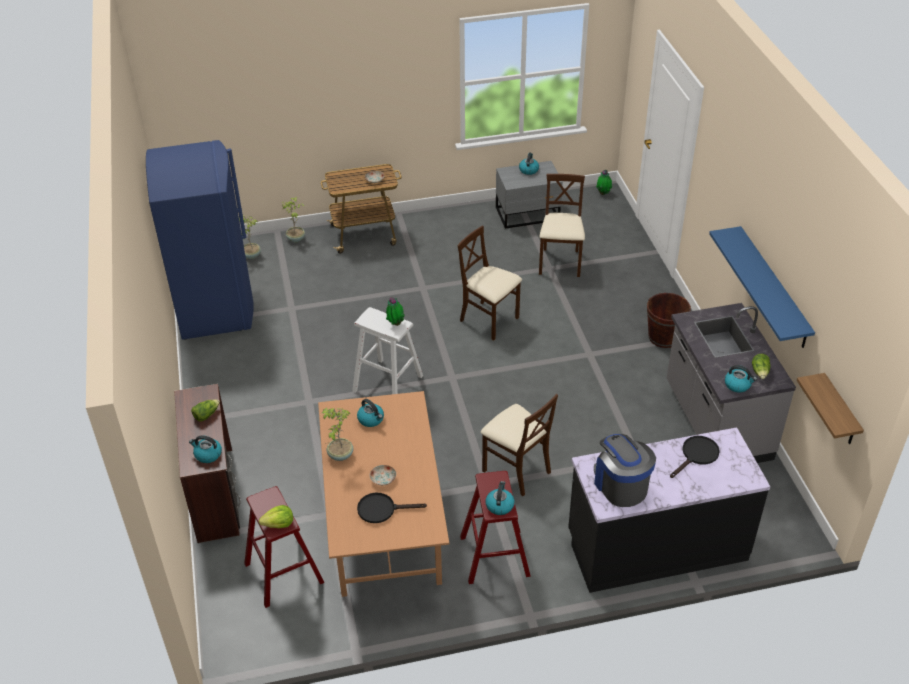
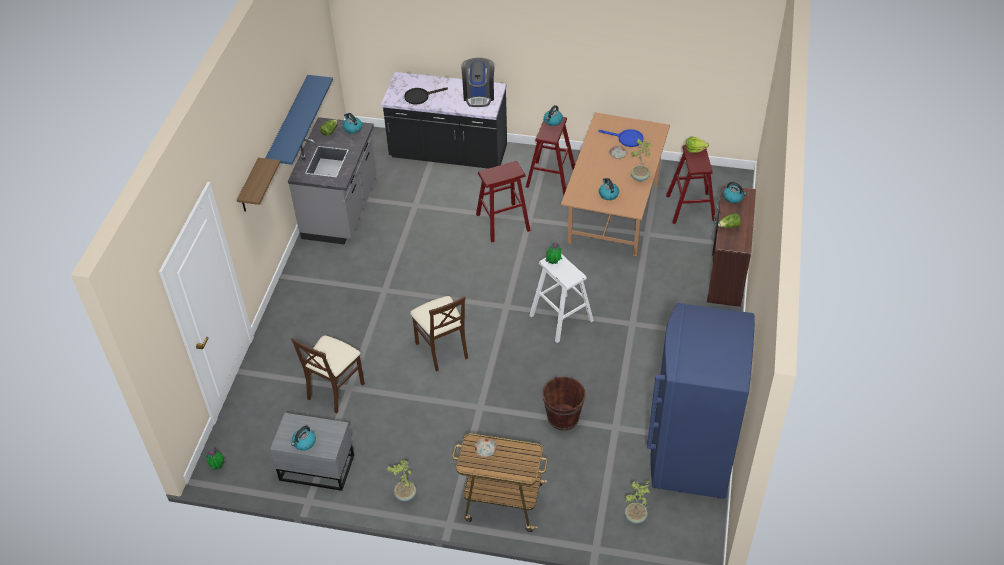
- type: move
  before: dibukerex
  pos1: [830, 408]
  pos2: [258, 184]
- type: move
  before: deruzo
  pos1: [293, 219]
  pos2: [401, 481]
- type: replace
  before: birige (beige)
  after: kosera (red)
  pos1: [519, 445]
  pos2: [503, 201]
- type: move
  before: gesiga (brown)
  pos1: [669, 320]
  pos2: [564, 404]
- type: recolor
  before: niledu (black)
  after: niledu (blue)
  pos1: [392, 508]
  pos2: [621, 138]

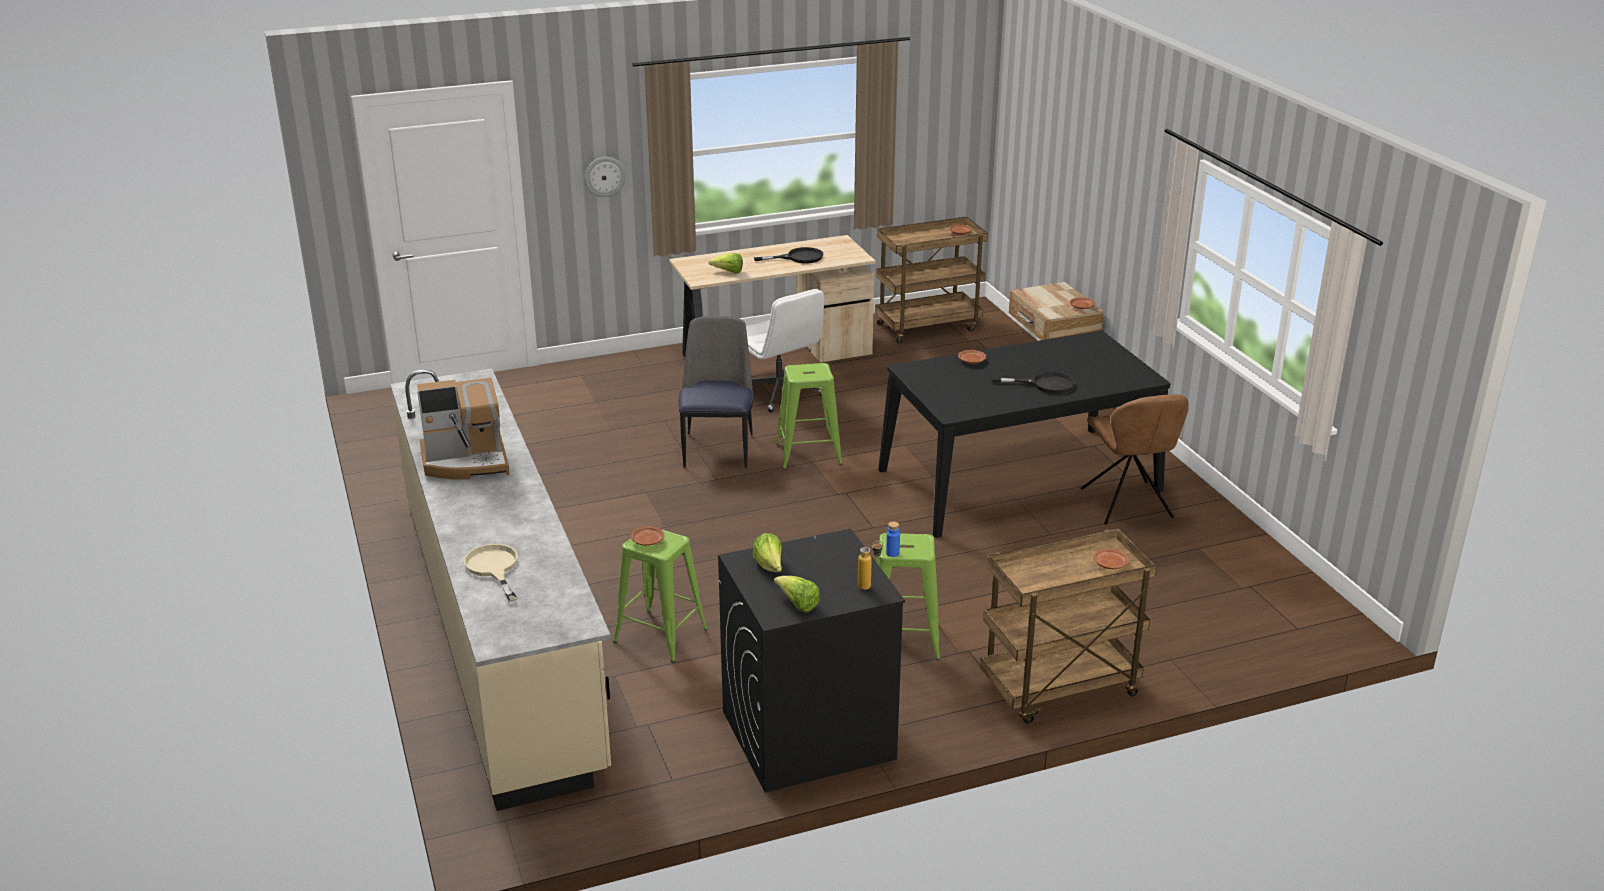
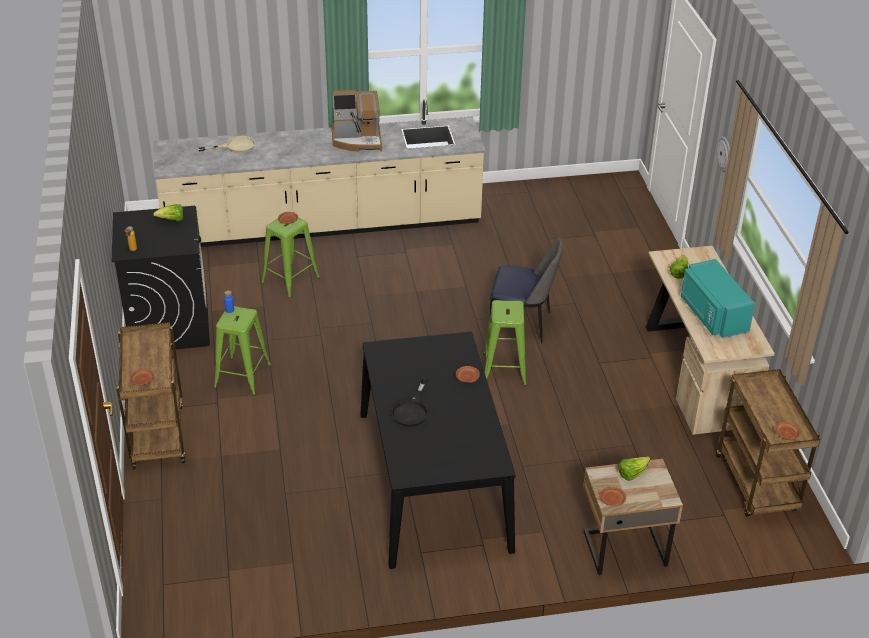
- type: rotate
  before: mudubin
  pos1: [463, 429]
  pos2: [356, 120]
  turn: -90
- type: move
  before: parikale
  pos1: [797, 594]
  pos2: [634, 468]
- type: replace
  before: niledu (black)
  after: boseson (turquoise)
  pos1: [788, 255]
  pos2: [718, 298]
- type: delete
  before: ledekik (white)
  pos1: [785, 350]
- type: delete
  before: birige (brown)
  pos1: [1135, 459]

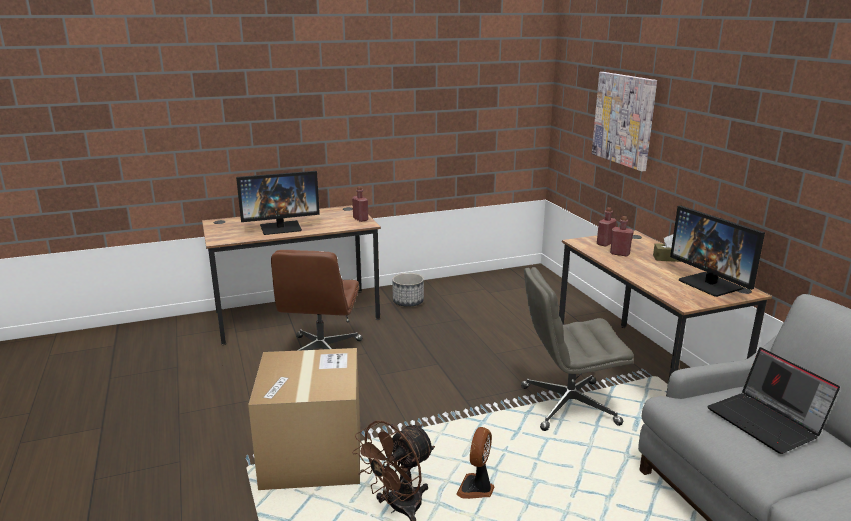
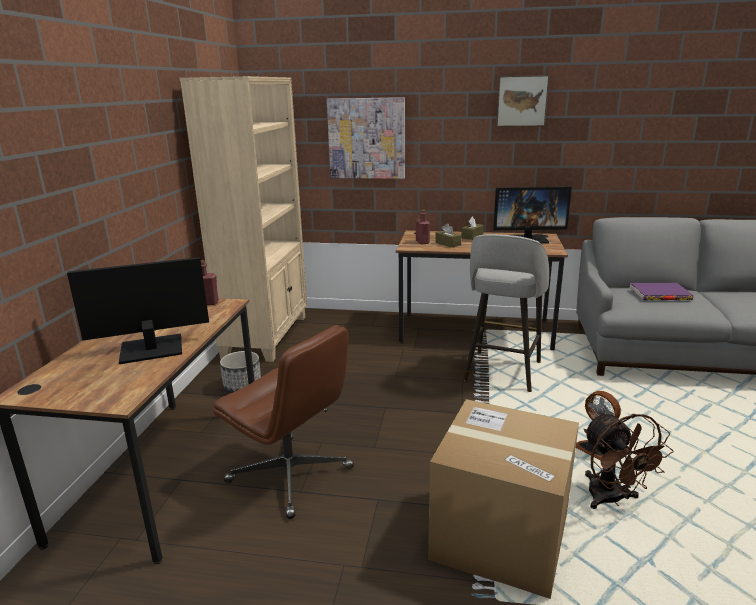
- type: rotate
  before: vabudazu
  pos1: [278, 203]
  pos2: [138, 310]
  turn: -120
- type: insert
  after: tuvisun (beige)
  pos2: [243, 219]
- type: replace
  before: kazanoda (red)
  after: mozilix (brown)
  pos1: [622, 236]
  pos2: [448, 235]
- type: replace
  before: ledekik (grey)
  after: kosera (grey)
  pos1: [577, 349]
  pos2: [506, 313]
- type: insert
  after: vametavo
  pos2: [522, 100]
- type: replace
  before: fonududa
  after: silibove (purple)
  pos1: [773, 400]
  pos2: [661, 291]

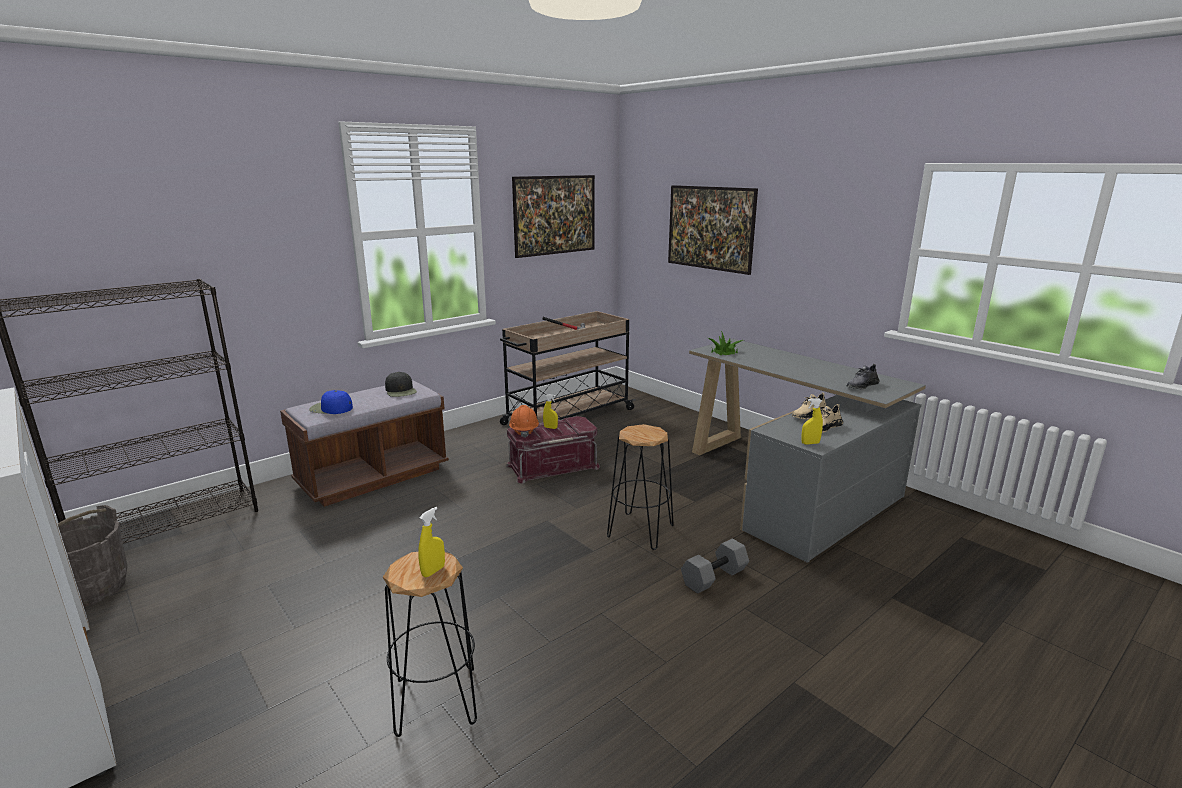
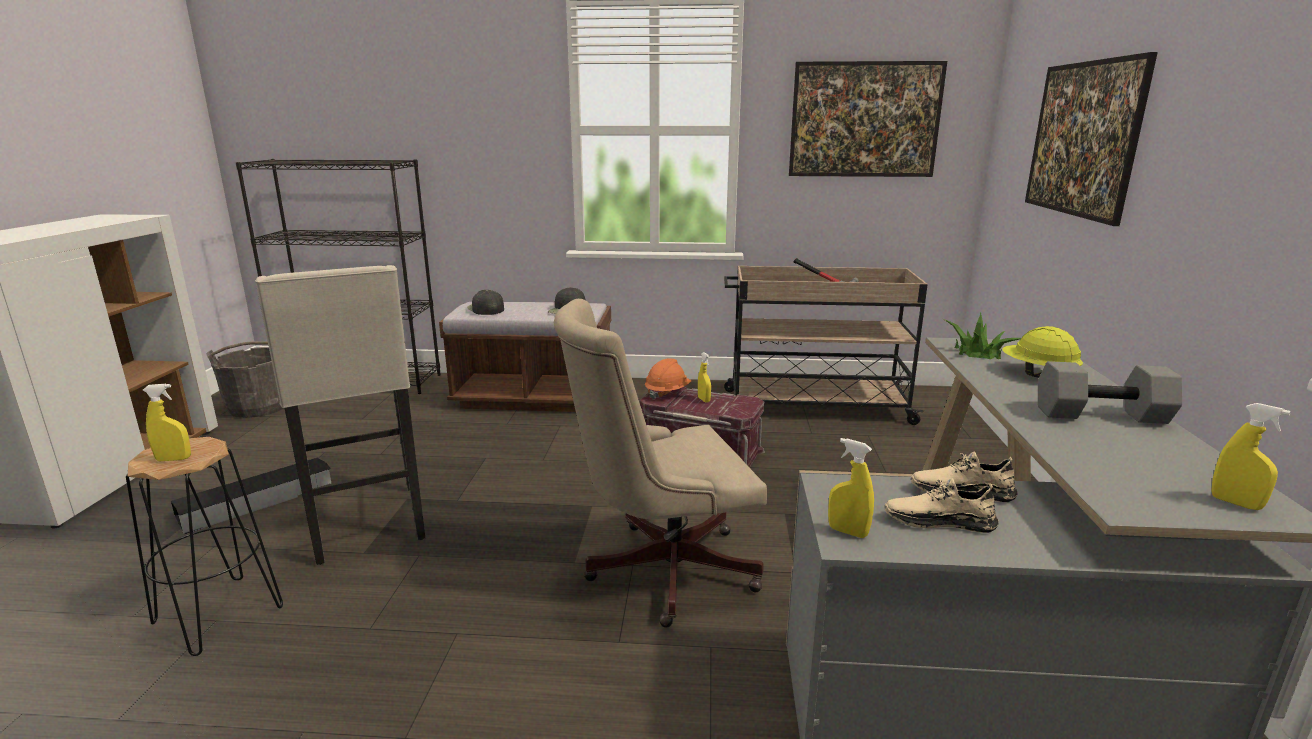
- type: insert
  after: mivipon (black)
  pos2: [251, 496]
- type: insert
  after: kosera (beige)
  pos2: [340, 415]
- type: recolor
  before: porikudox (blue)
  after: porikudox (black)
  pos1: [331, 402]
  pos2: [485, 302]
- type: replace
  before: kosera (black)
  after: ledekik (beige)
  pos1: [640, 487]
  pos2: [660, 463]
- type: insert
  after: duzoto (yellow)
  pos2: [1042, 352]
- type: move
  before: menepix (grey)
  pos1: [715, 566]
  pos2: [1110, 392]
- type: insert
  after: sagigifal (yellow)
  pos2: [1251, 456]
- type: delete
  before: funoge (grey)
  pos1: [863, 377]

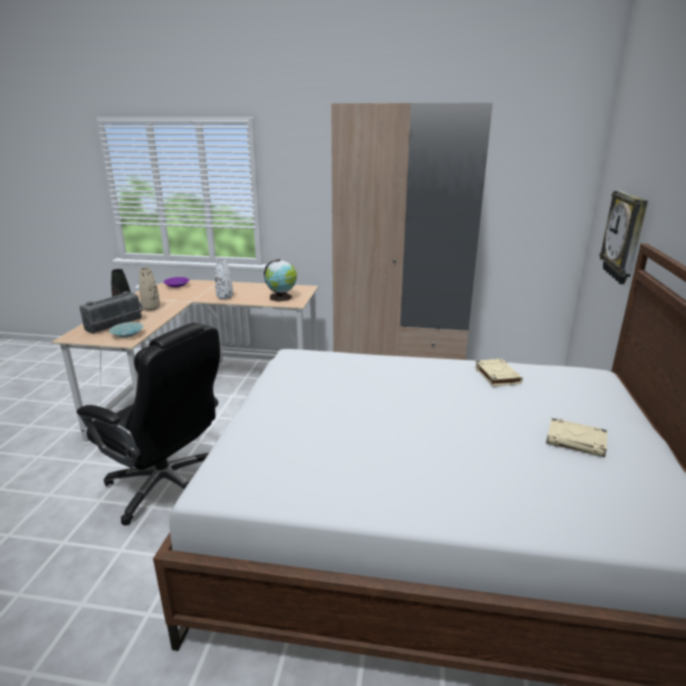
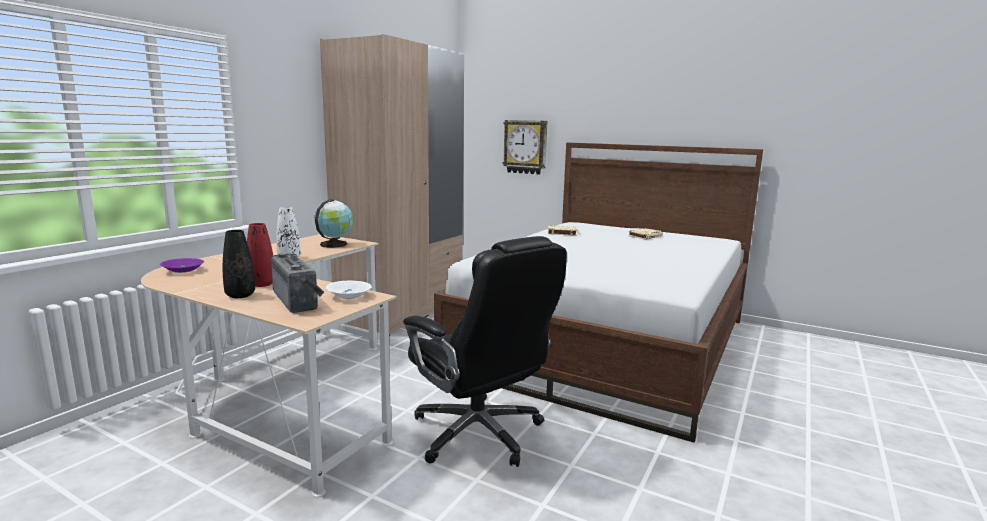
- type: recolor
  before: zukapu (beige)
  after: zukapu (red)
  pos1: [149, 289]
  pos2: [260, 255]
- type: recolor
  before: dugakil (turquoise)
  after: dugakil (white)
  pos1: [126, 330]
  pos2: [349, 290]
- type: rotate
  before: ledekik (black)
  pos1: [148, 424]
  pos2: [485, 351]
  turn: 90

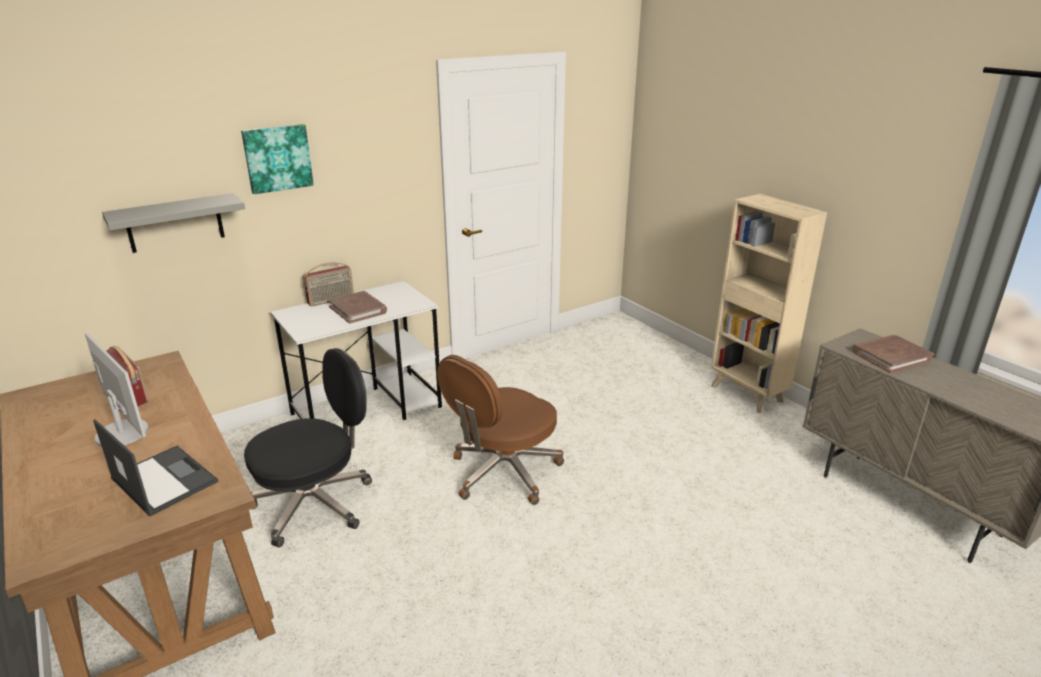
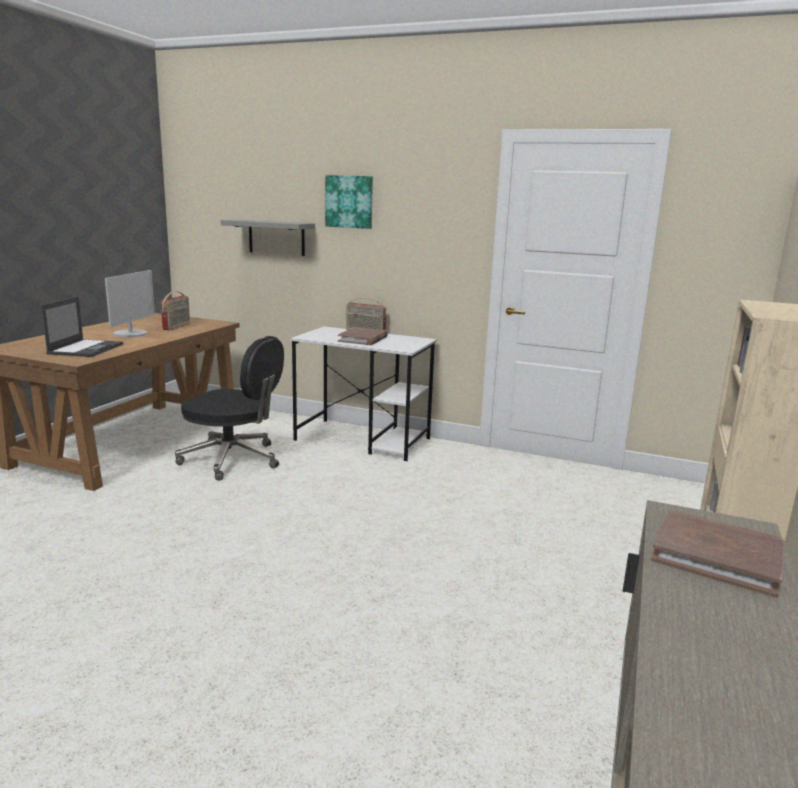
- type: delete
  before: ledekik (brown)
  pos1: [500, 430]

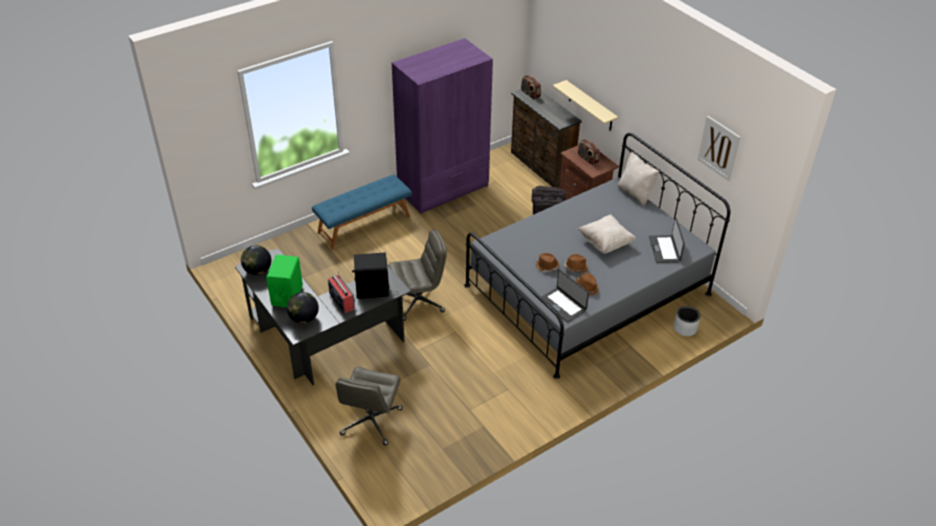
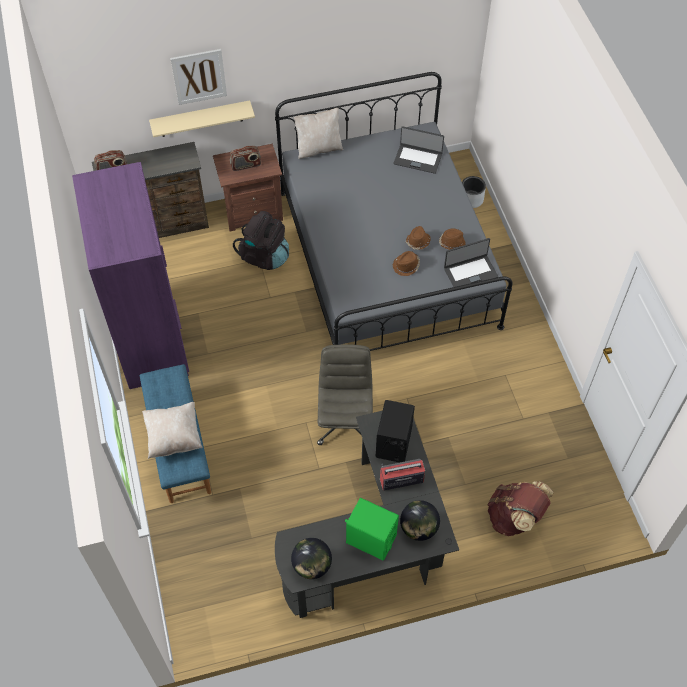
- type: move
  before: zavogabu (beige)
  pos1: [607, 234]
  pos2: [172, 430]
- type: move
  before: vametavo
  pos1: [719, 148]
  pos2: [198, 77]
- type: replace
  before: ledekik (grey)
  after: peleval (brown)
  pos1: [369, 406]
  pos2: [520, 508]

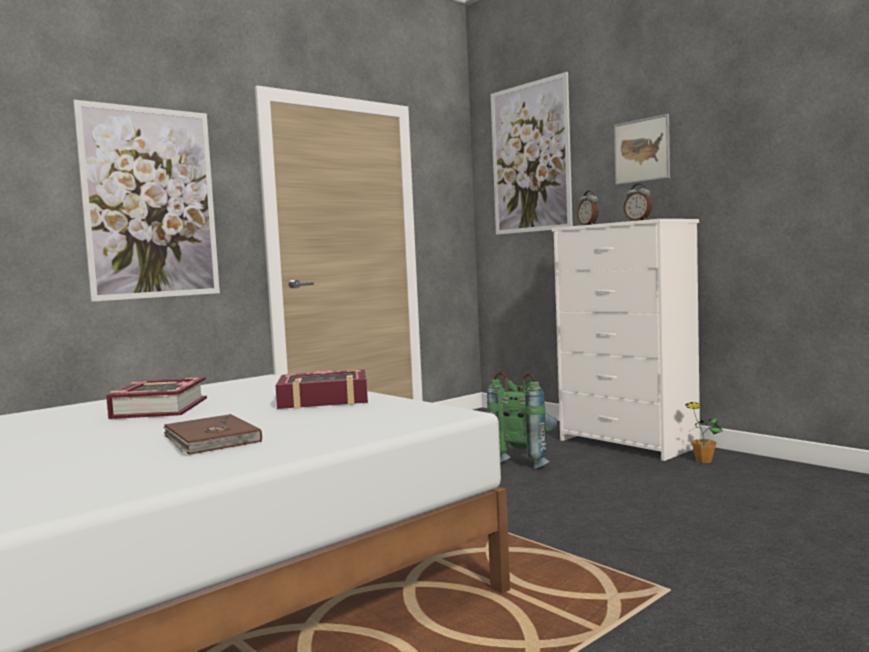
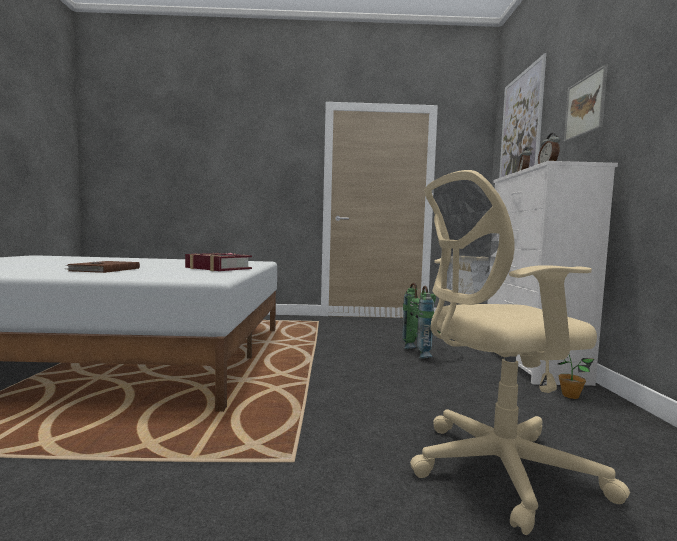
- type: insert
  after: ledekik (beige)
  pos2: [520, 352]
- type: delete
  before: vametavo
  pos1: [146, 201]
- type: delete
  before: silibove
  pos1: [156, 398]

